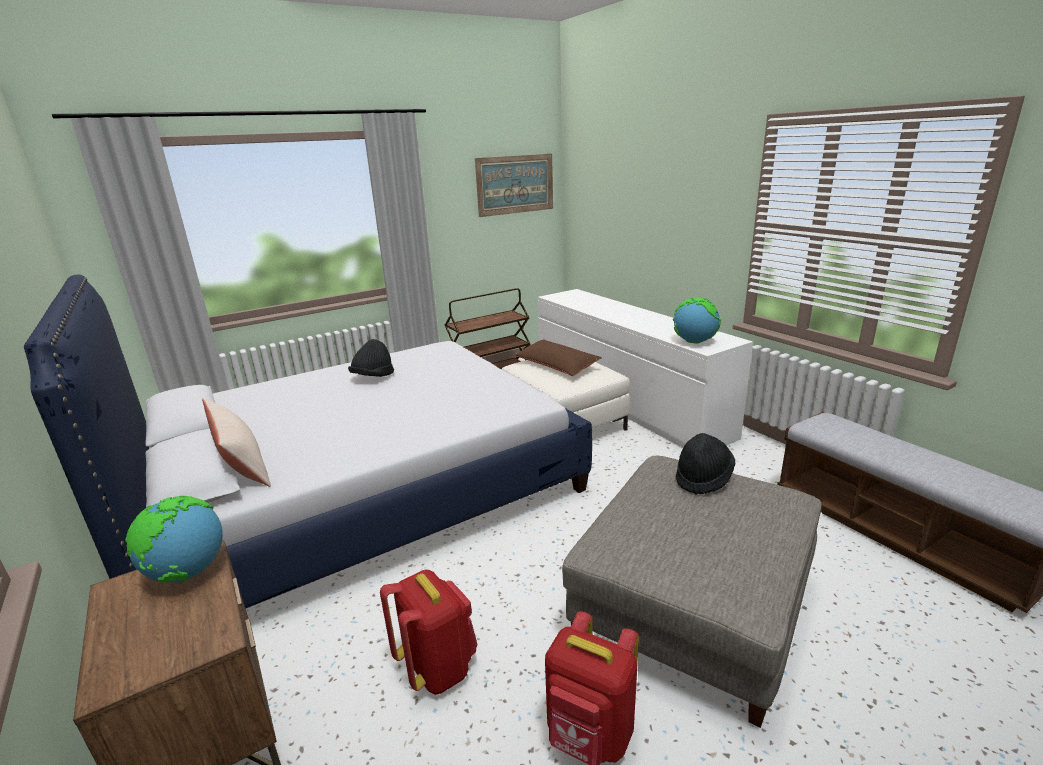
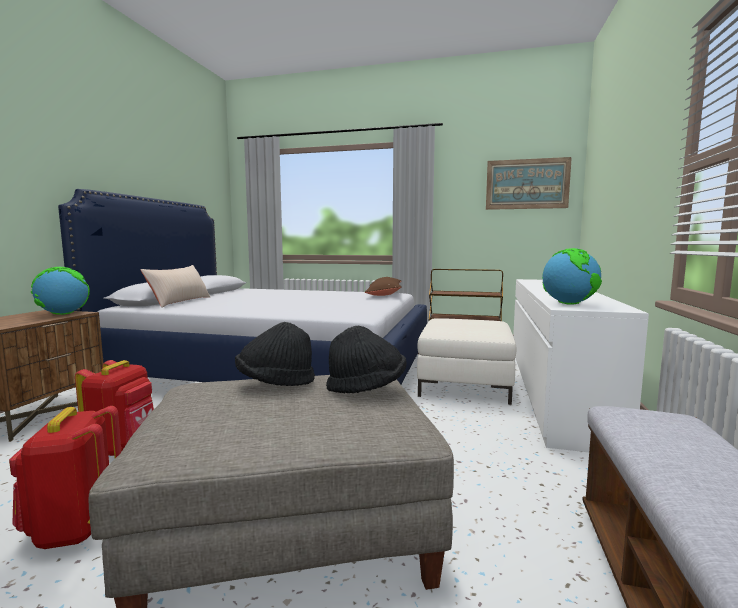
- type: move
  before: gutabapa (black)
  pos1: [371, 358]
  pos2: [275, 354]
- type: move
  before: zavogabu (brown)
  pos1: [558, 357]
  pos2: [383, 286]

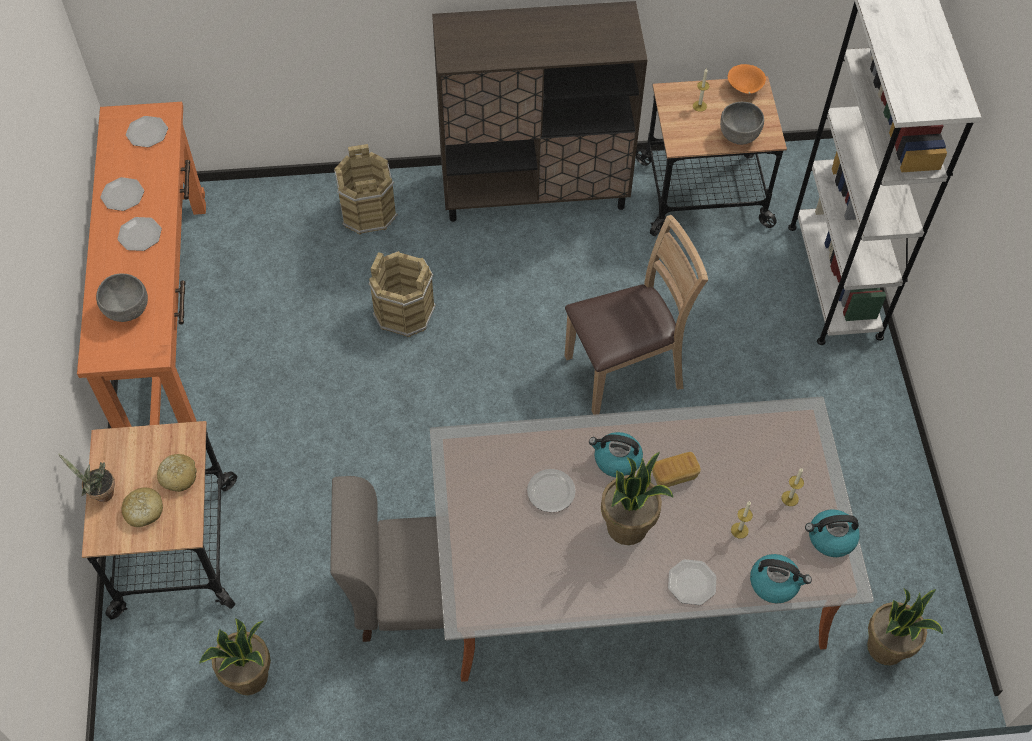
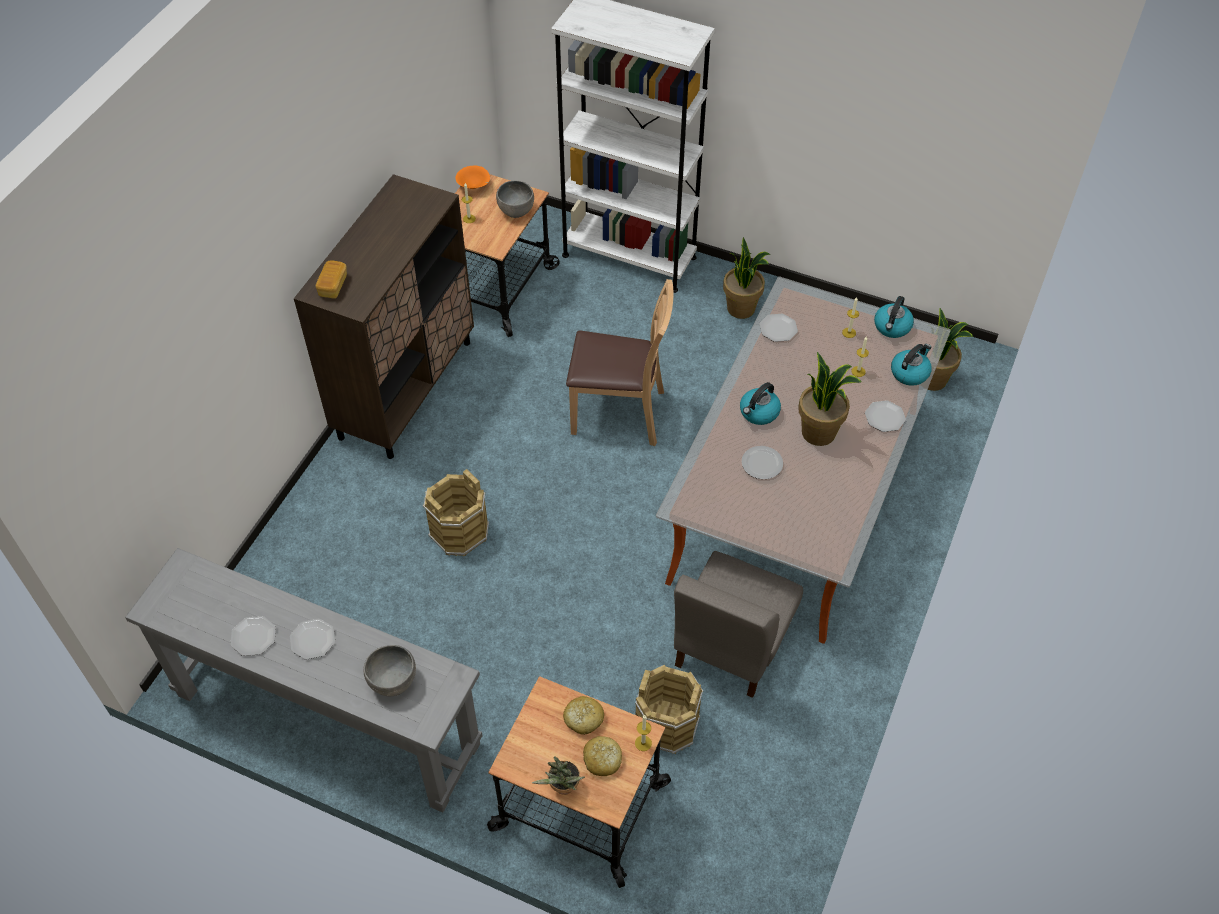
- type: recolor
  before: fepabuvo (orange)
  after: fepabuvo (grey)
  pos1: [141, 265]
  pos2: [303, 680]
- type: move
  before: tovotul
  pos1: [676, 469]
  pos2: [331, 279]
- type: rotate
  before: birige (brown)
  pos1: [636, 315]
  pos2: [619, 362]
  turn: 90
- type: move
  before: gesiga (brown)
  pos1: [366, 189]
  pos2: [669, 709]
- type: insert
  after: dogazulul
  pos2: [643, 733]
- type: move
  before: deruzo
  pos1: [235, 656]
  pos2: [746, 278]
- type: move
  before: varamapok
  pos1: [147, 131]
  pos2: [779, 328]

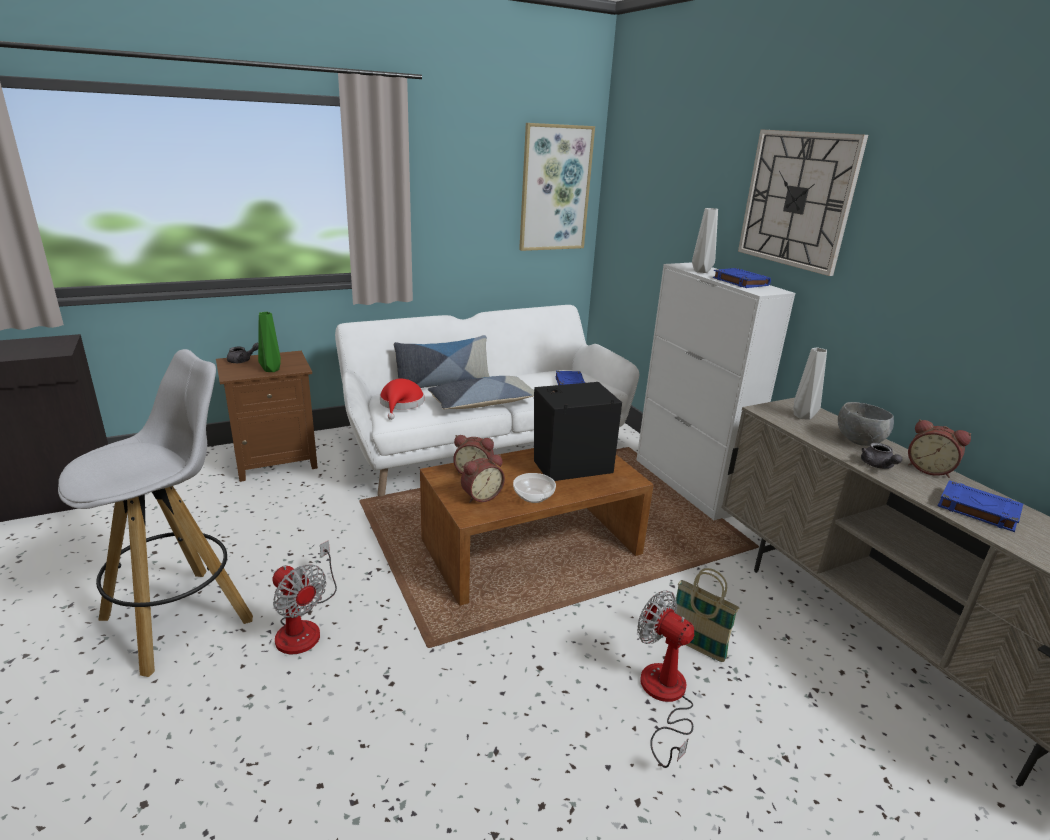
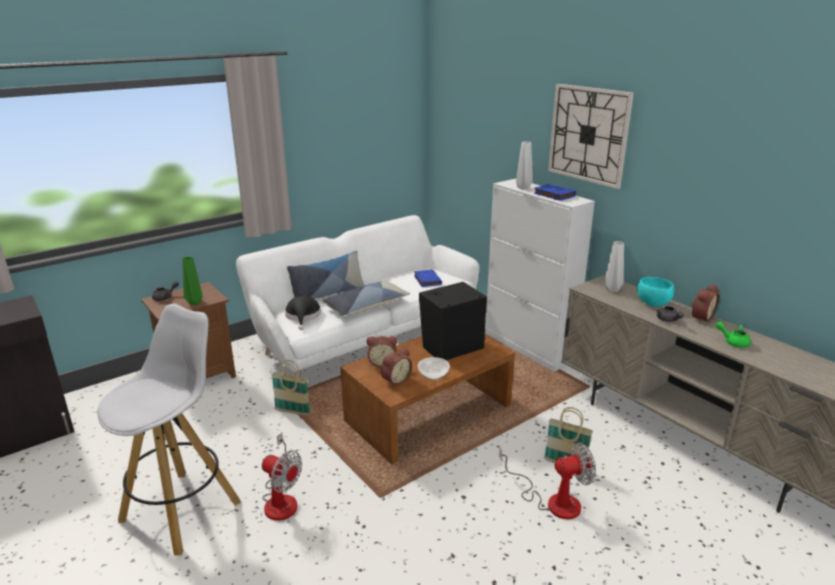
- type: insert
  after: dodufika
  pos2: [291, 388]
- type: recolor
  before: gutabapa (red)
  after: gutabapa (black)
  pos1: [402, 399]
  pos2: [303, 312]
- type: rotate
  before: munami
  pos1: [665, 679]
  pos2: [547, 481]
  turn: 135
- type: recolor
  before: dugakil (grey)
  after: dugakil (turquoise)
  pos1: [866, 424]
  pos2: [655, 292]
- type: rotate
  before: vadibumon
  pos1: [939, 448]
  pos2: [705, 303]
  turn: -75
- type: replace
  before: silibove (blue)
  after: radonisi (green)
  pos1: [980, 506]
  pos2: [733, 335]
- type: delete
  before: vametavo
  pos1: [557, 187]

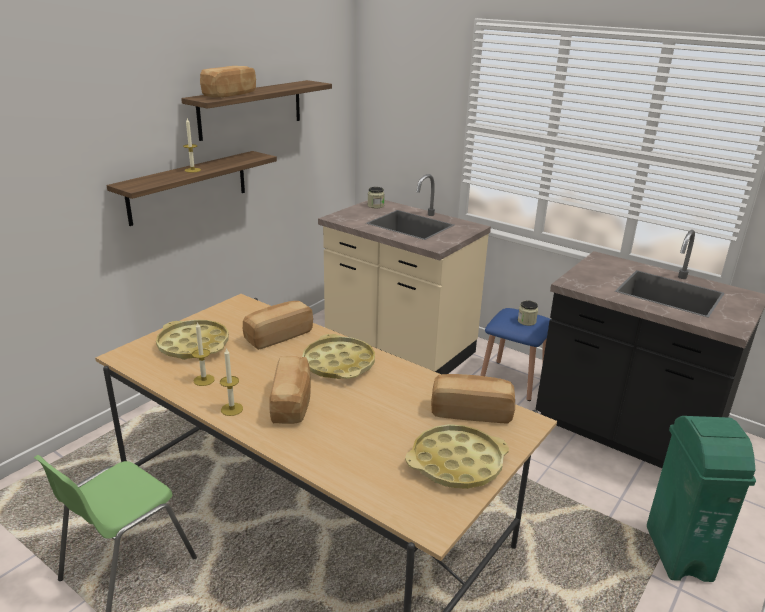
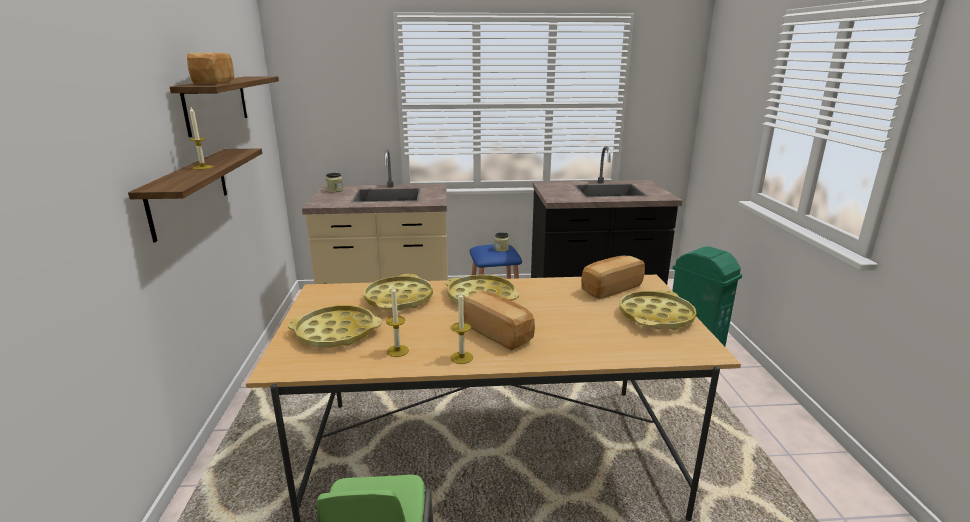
- type: replace
  before: tovotul
  after: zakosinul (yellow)
  pos1: [278, 325]
  pos2: [398, 292]

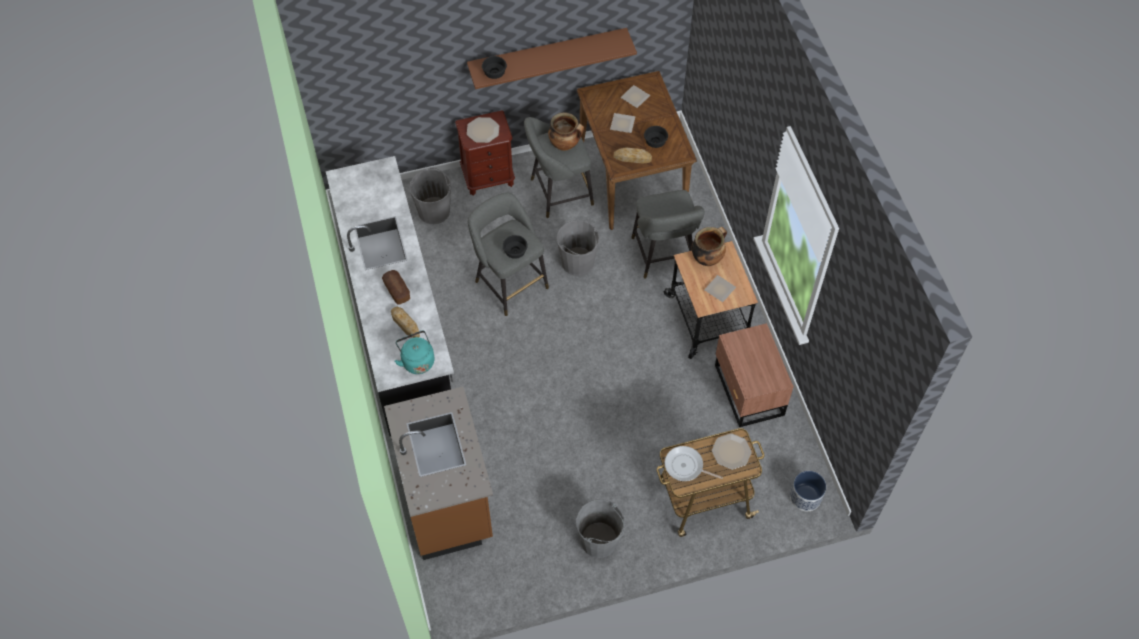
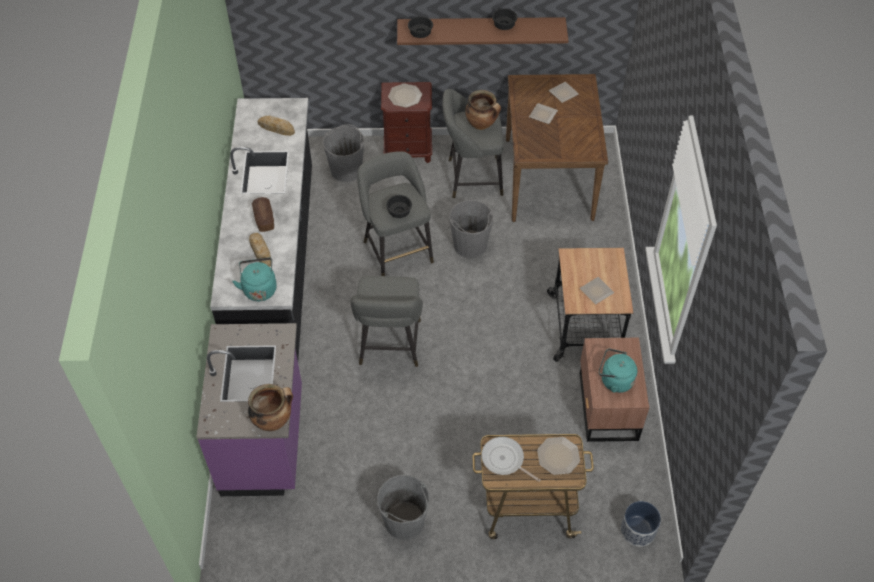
- type: recolor
  before: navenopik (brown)
  after: navenopik (purple)
  pos1: [438, 473]
  pos2: [249, 409]
- type: move
  before: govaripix
  pos1: [709, 246]
  pos2: [270, 407]
- type: move
  before: tovotul
  pos1: [633, 155]
  pos2: [276, 126]
- type: move
  before: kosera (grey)
  pos1: [668, 234]
  pos2: [386, 321]
- type: move
  before: dugakil (black)
  pos1: [656, 137]
  pos2: [504, 19]
- type: insert
  after: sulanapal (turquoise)
  pos2: [618, 370]

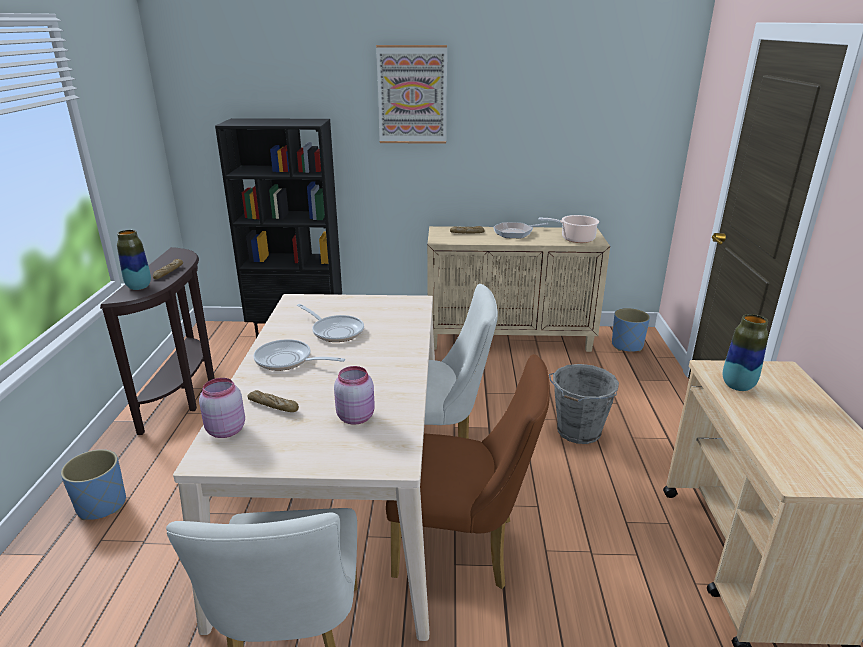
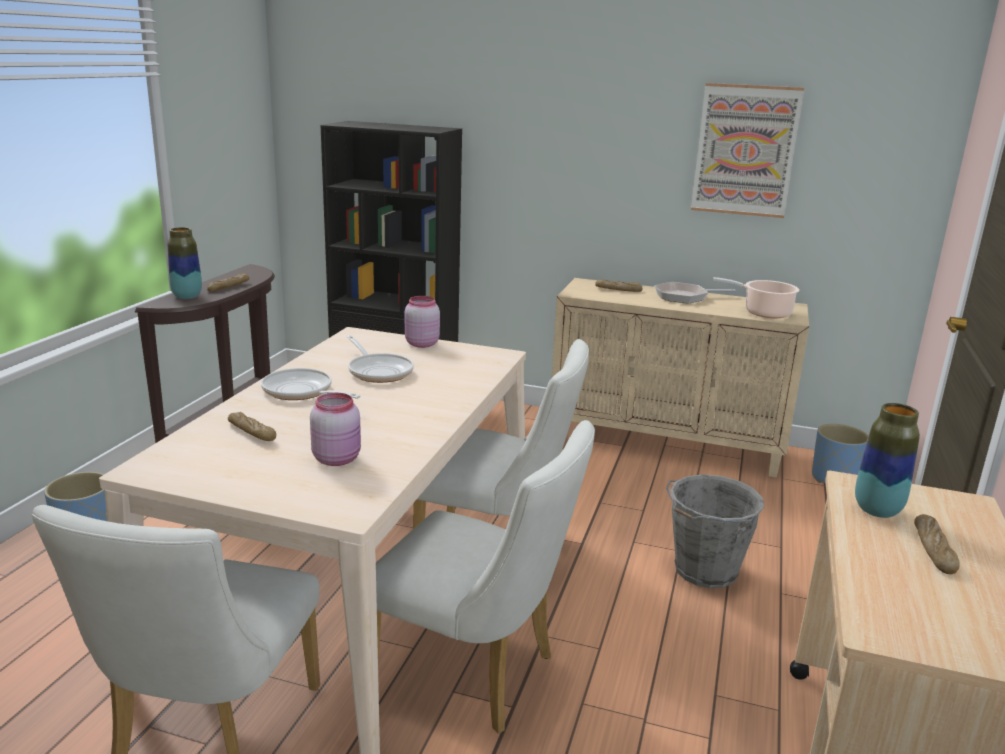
- type: recolor
  before: birige (brown)
  after: birige (white)
  pos1: [468, 471]
  pos2: [485, 577]
- type: move
  before: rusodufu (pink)
  pos1: [222, 408]
  pos2: [422, 322]
- type: move
  before: vametavo
  pos1: [411, 94]
  pos2: [747, 150]
- type: insert
  after: tovotul
  pos2: [937, 544]

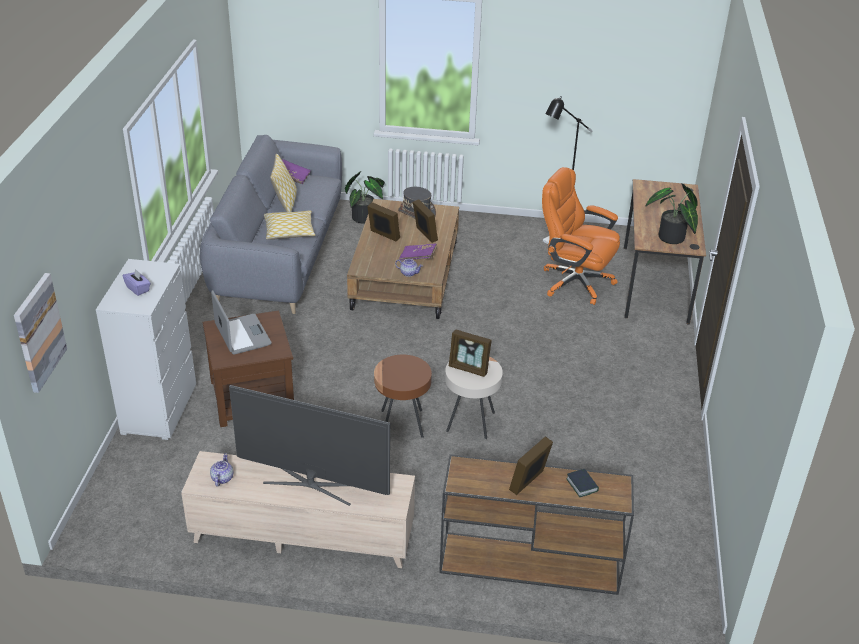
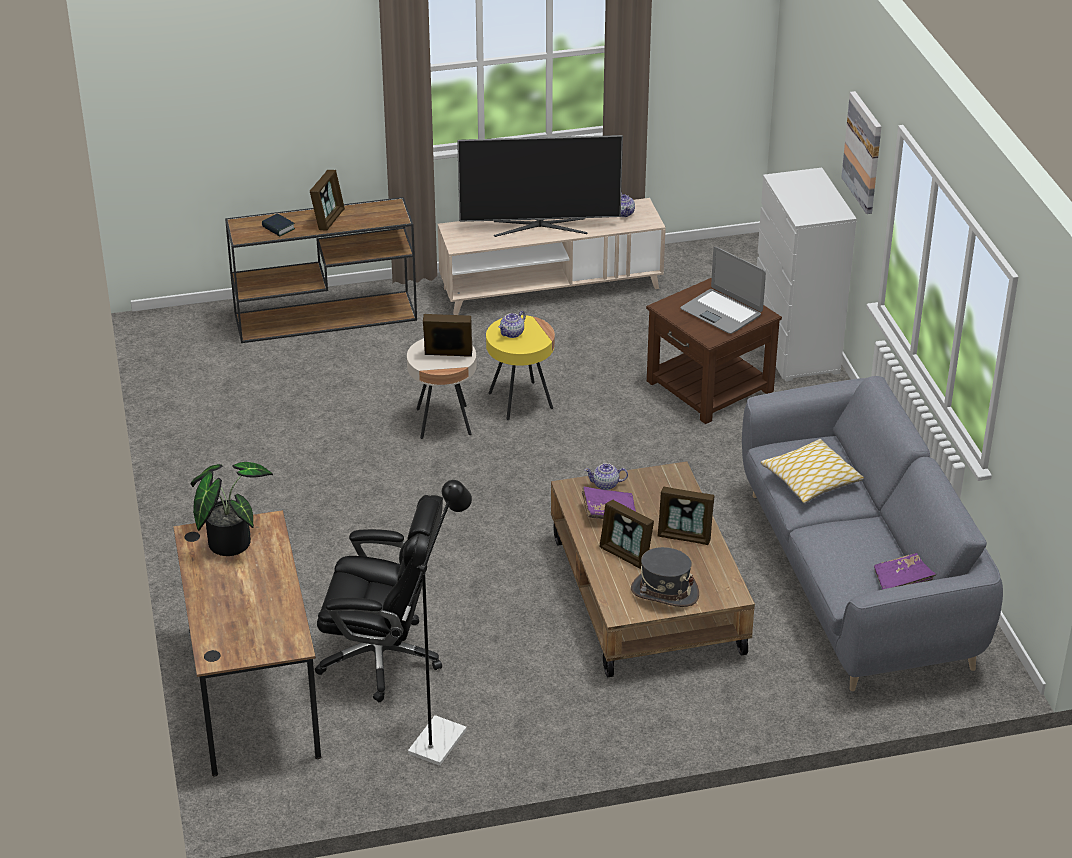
- type: recolor
  before: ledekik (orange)
  after: ledekik (black)
  pos1: [581, 236]
  pos2: [379, 598]
- type: recolor
  before: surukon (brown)
  after: surukon (yellow)
  pos1: [403, 396]
  pos2: [520, 367]
- type: insert
  after: radonisi
  pos2: [512, 324]
- type: move
  before: vametavo
  pos1: [40, 333]
  pos2: [861, 152]
- type: delete
  before: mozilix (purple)
  pos1: [137, 282]
- type: delete
  before: zavogabu
  pos1: [283, 183]
- type: delete
  before: deruzo
  pos1: [365, 197]

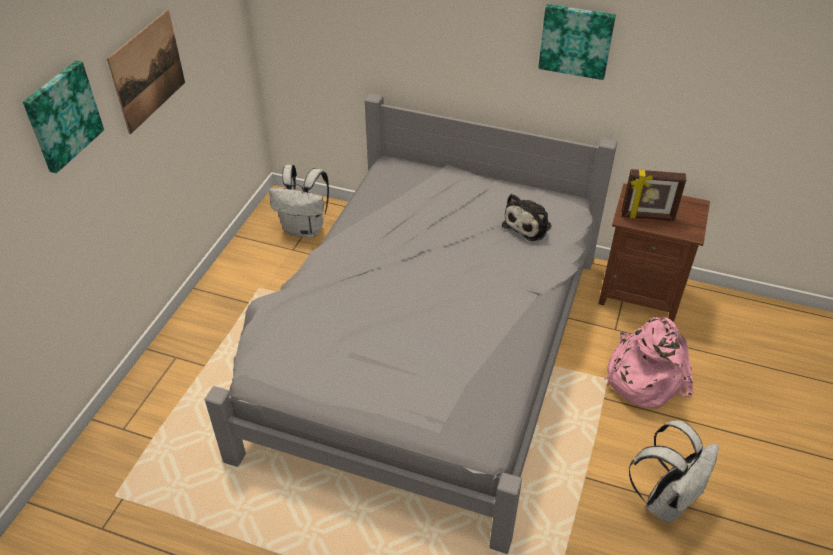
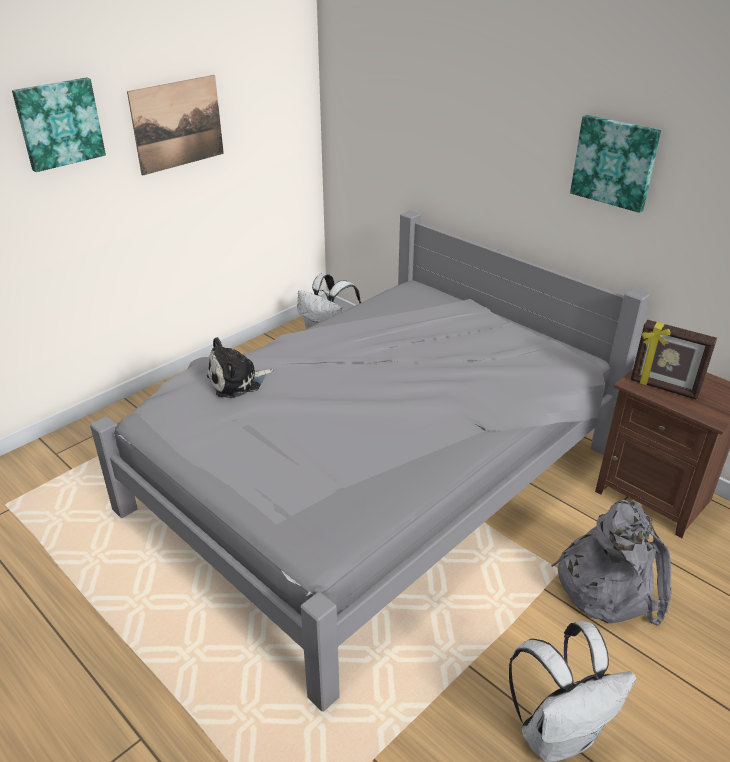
- type: move
  before: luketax
  pos1: [527, 217]
  pos2: [240, 367]
- type: recolor
  before: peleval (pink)
  after: peleval (grey)
  pos1: [648, 362]
  pos2: [611, 562]

